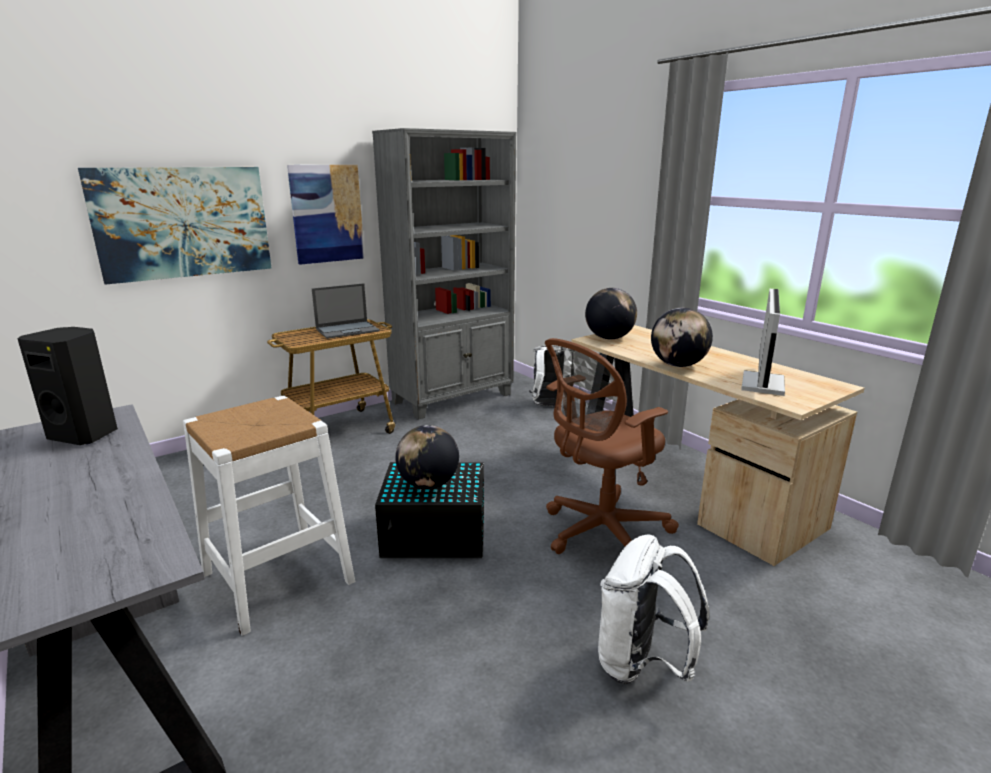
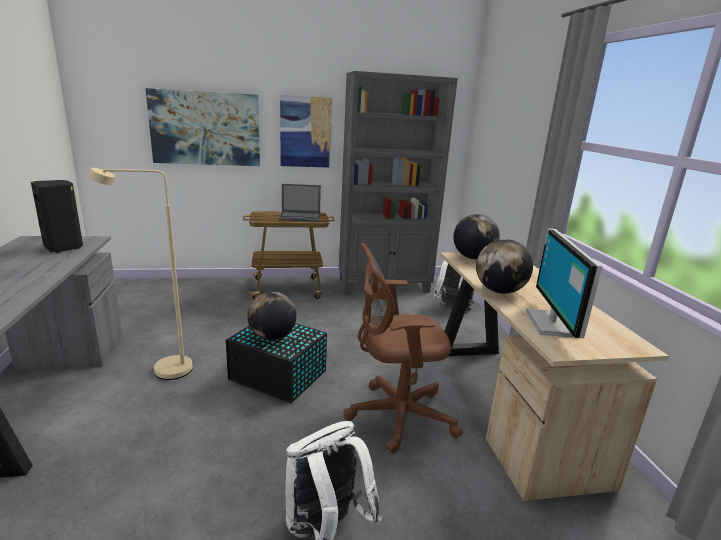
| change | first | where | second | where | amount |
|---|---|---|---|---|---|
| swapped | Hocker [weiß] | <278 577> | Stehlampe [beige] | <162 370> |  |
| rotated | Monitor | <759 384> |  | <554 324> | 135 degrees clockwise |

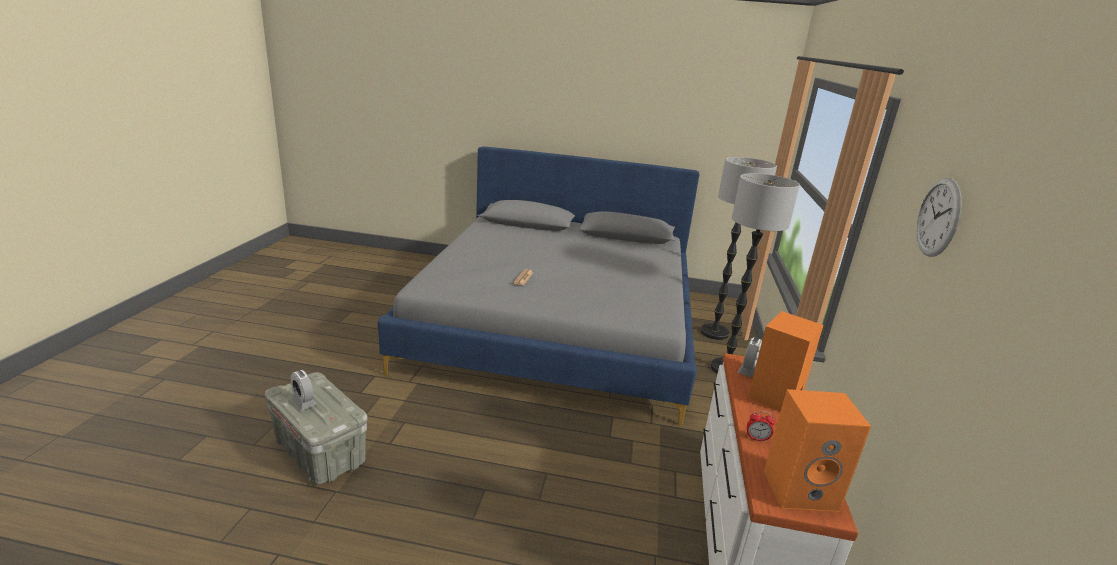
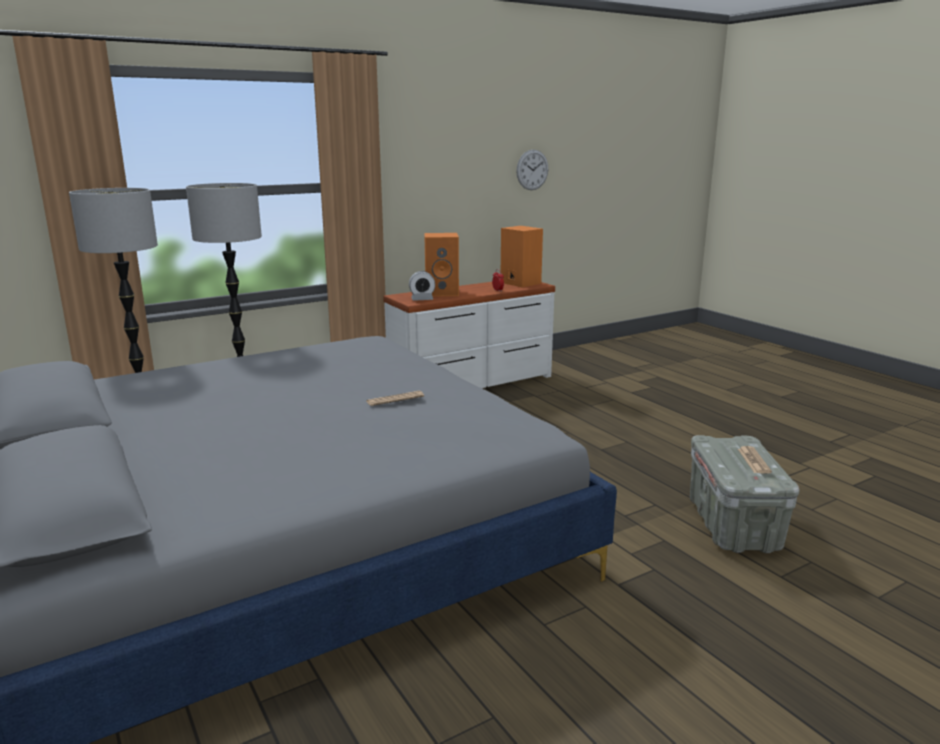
| change | first | where | second | where | amount |
|---|---|---|---|---|---|
| shifted | Wanduhr | <938 217> |  | <532 170> |  |
| swapped | Wecker | <304 402> | Zeitung | <753 461> |  |

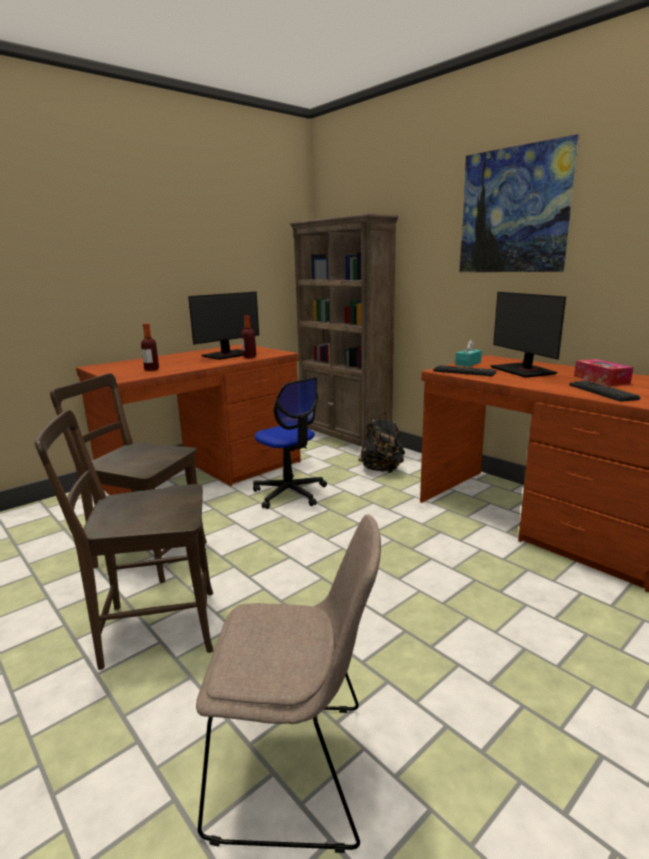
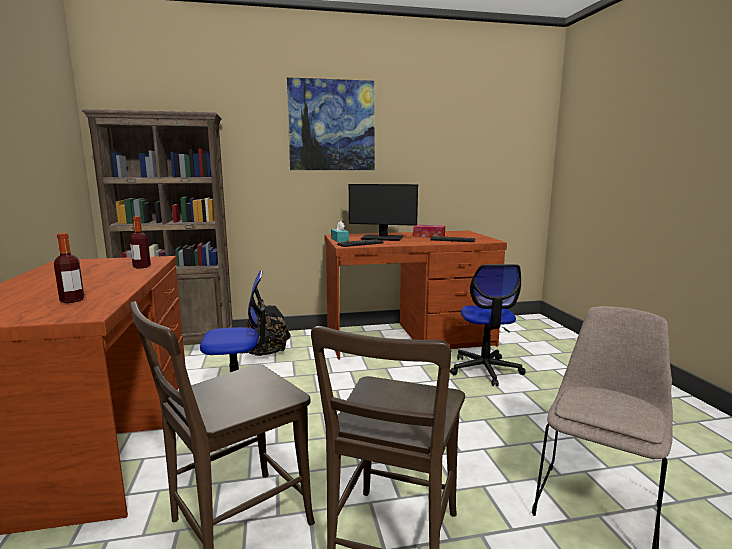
| change | first | where | second | where | amount |
|---|---|---|---|---|---|
| gone | Monitor | <228 355> |  |  |  |
| new |  |  | Bürostuhl | <485 370> |  |

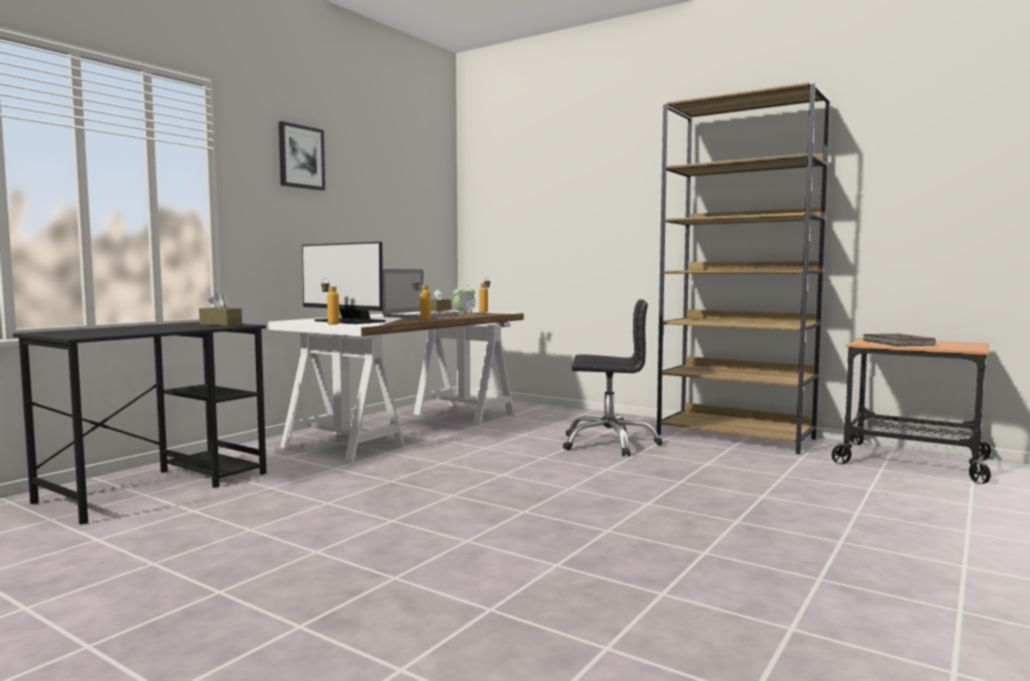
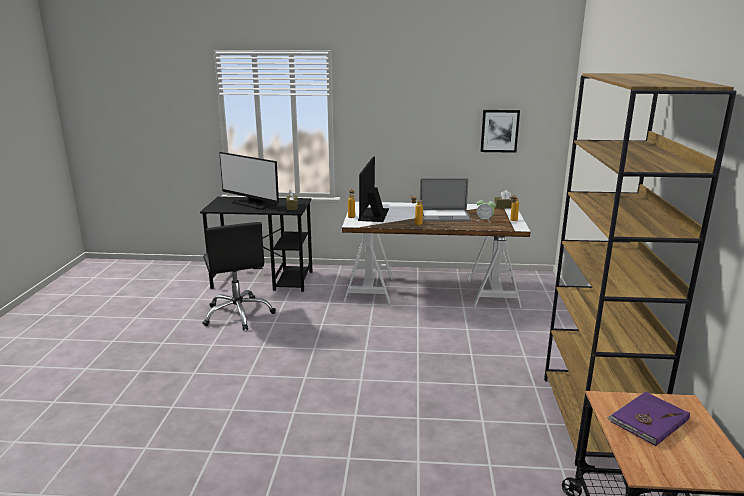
| change | first | where | second | where | amount |
|---|---|---|---|---|---|
| new |  |  | Monitor | <254 203> |  |
| shifted | Bild | <301 157> |  | <499 131> |  |
| shifted | Bürostuhl [schwarz] | <609 443> |  | <238 314> |  |
| repainted | Buch [braun] | <897 343> | Buch [lila] | <647 420> |  |

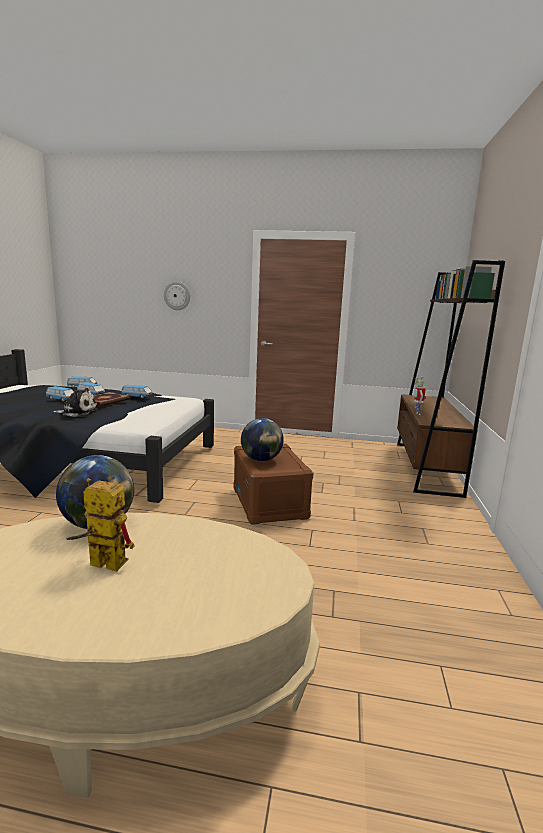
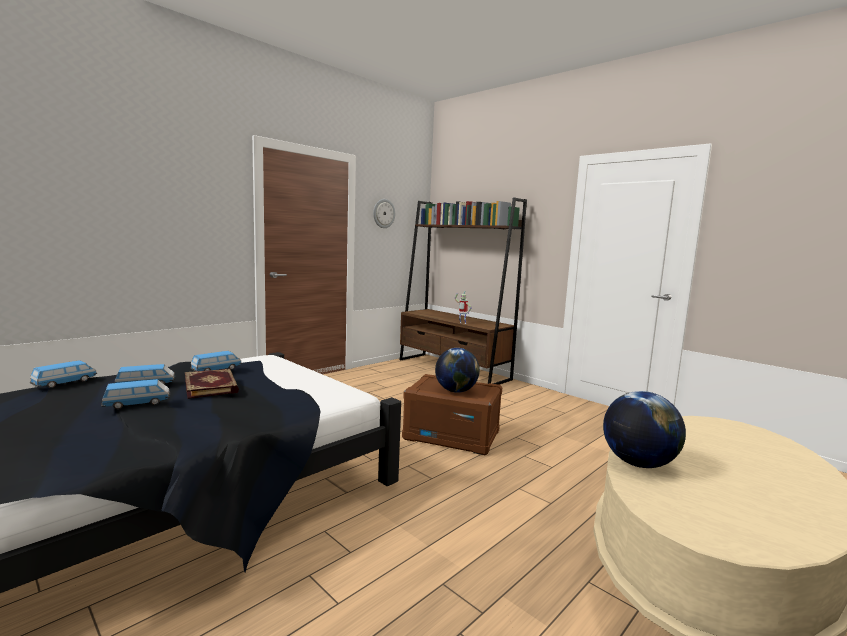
| change | first | where | second | where | amount |
|---|---|---|---|---|---|
| gone | Plüschtier | <77 412> |  |  |  |
| gone | Spielzeugroboter | <100 563> |  |  |  |
| shifted | Wanduhr | <177 296> |  | <383 213> |  |

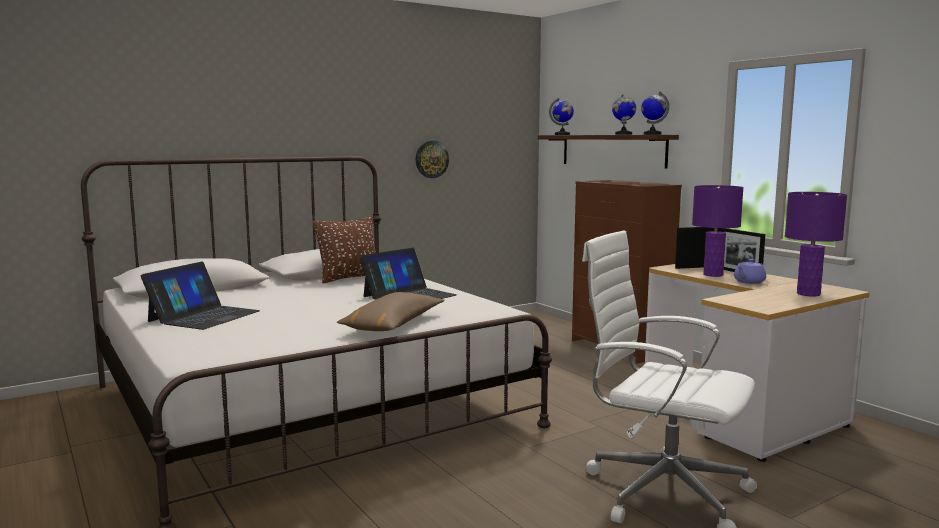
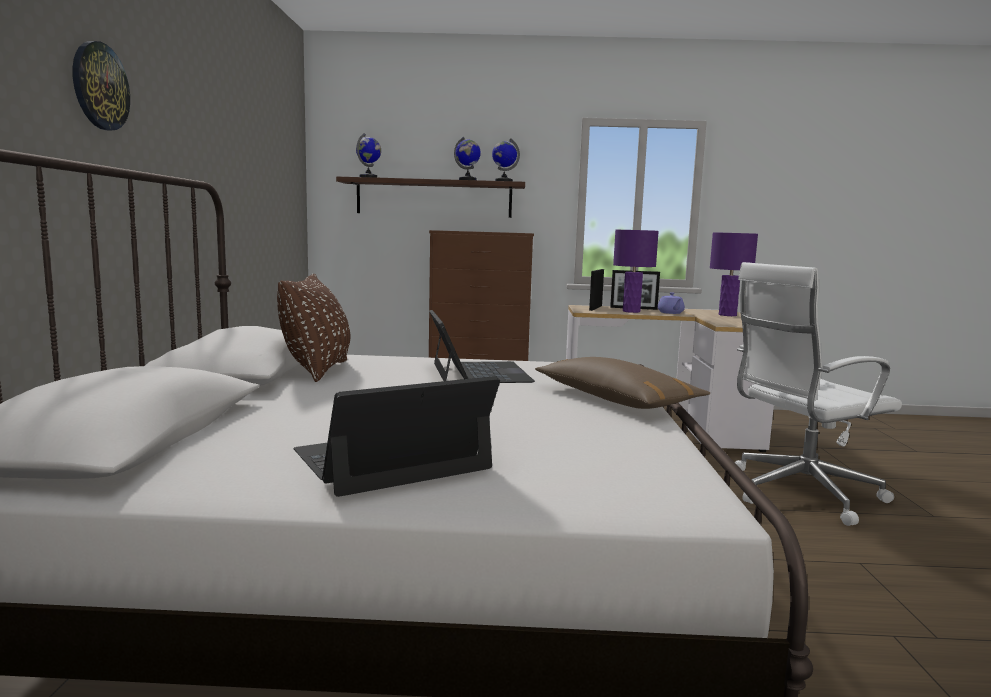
| change | first | where | second | where | amount |
|---|---|---|---|---|---|
| shifted | Wanduhr | <431 159> |  | <100 86> |  |
| rotated | Laptop | <204 316> |  | <391 460> | 90 degrees counterclockwise |

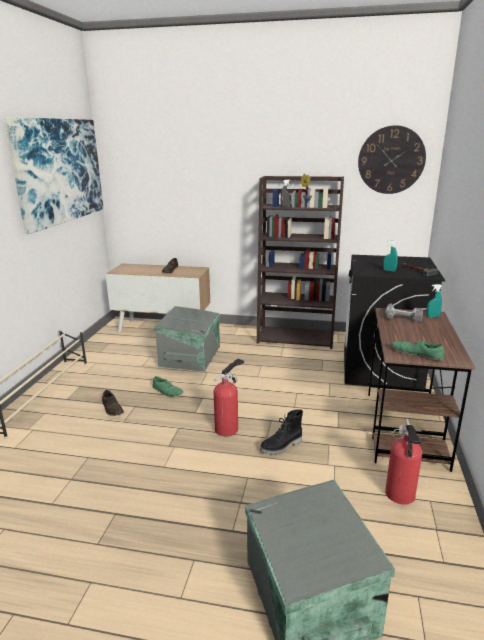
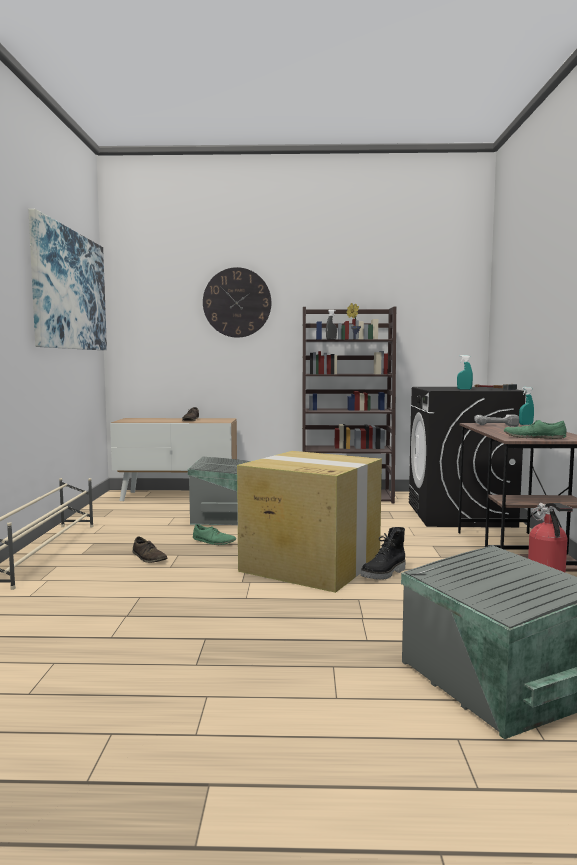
| change | first | where | second | where | amount |
|---|---|---|---|---|---|
| shifted | Wanduhr | <391 160> |  | <237 302> |  |
| swapped | Feuerlöscher | <228 428> | Karton | <309 564> |  |

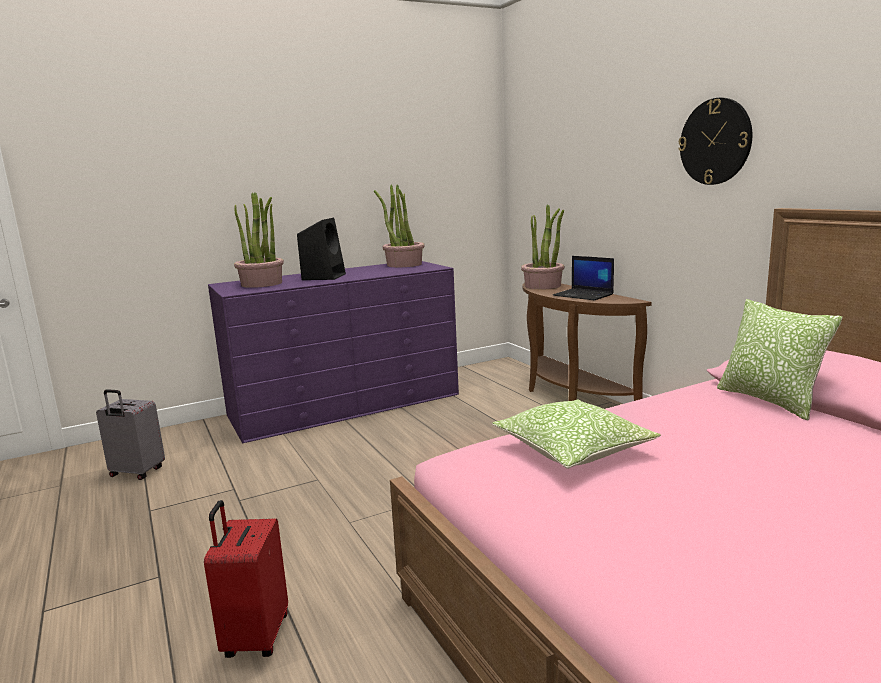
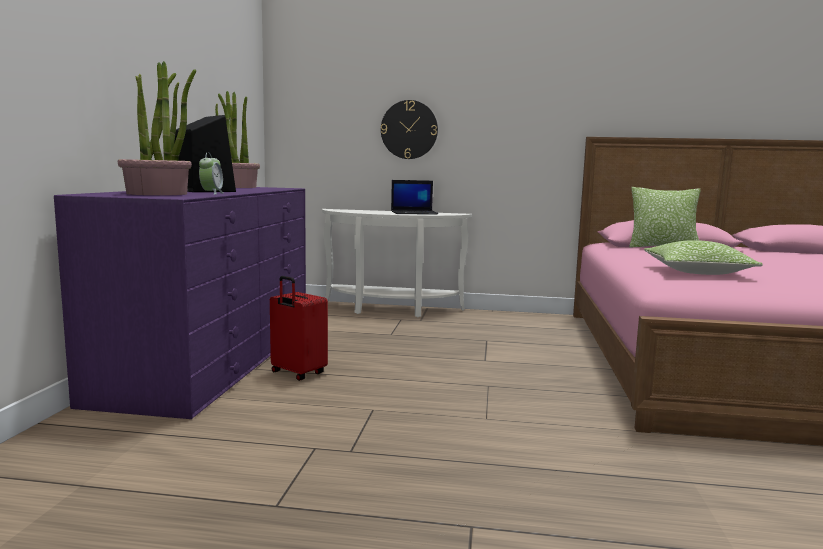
| change | first | where | second | where | amount |
|---|---|---|---|---|---|
| gone | Koffer [grau] | <136 473> |  |  |  |
| gone | Topfpflanze | <543 286> |  |  |  |
| new |  |  | Wecker | <211 193> |  |
| shifted | Koffer [rot] | <255 637> |  | <297 373> |  |
| shifted | Wanduhr | <715 142> |  | <409 129> |  |
| repainted | Konsolentisch [braun] | <568 395> | Konsolentisch [weiß] | <390 310> |  |

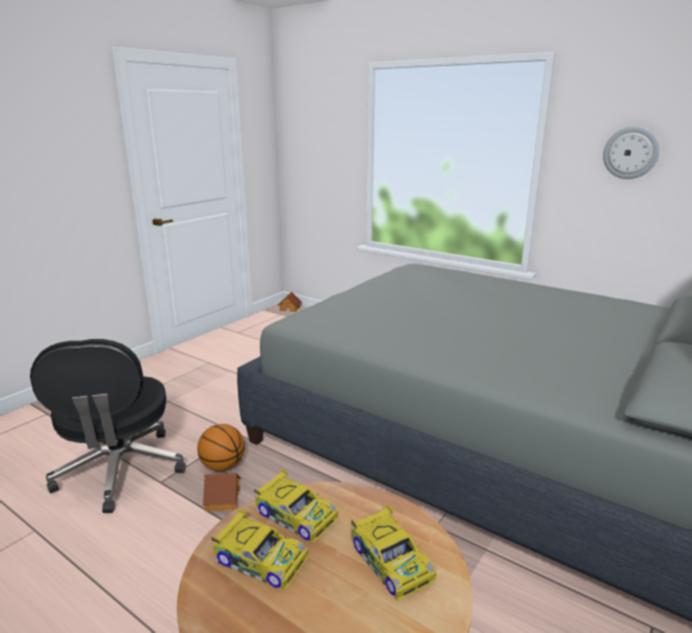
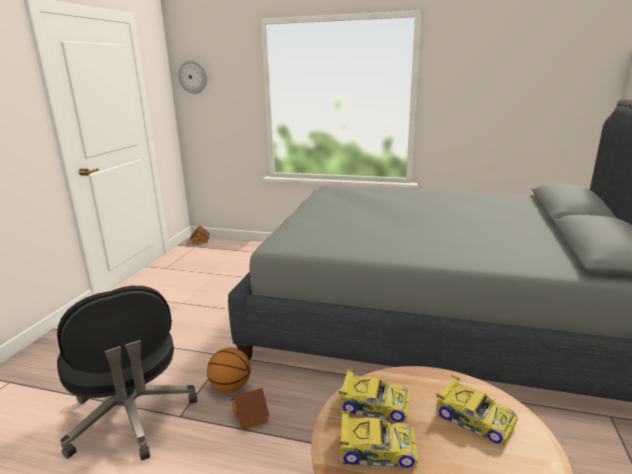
| change | first | where | second | where | amount |
|---|---|---|---|---|---|
| shifted | Wanduhr | <631 153> |  | <193 77> |  |

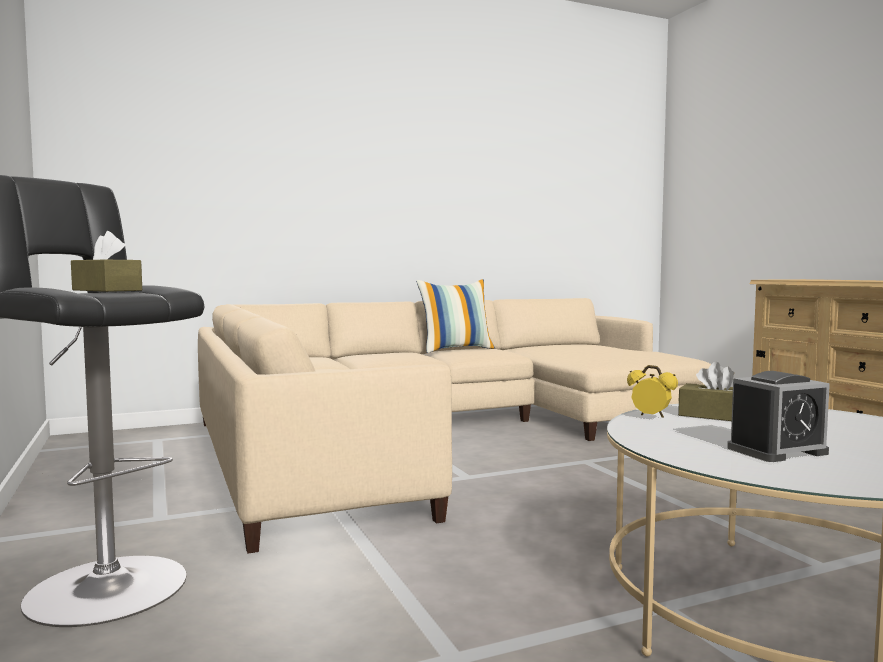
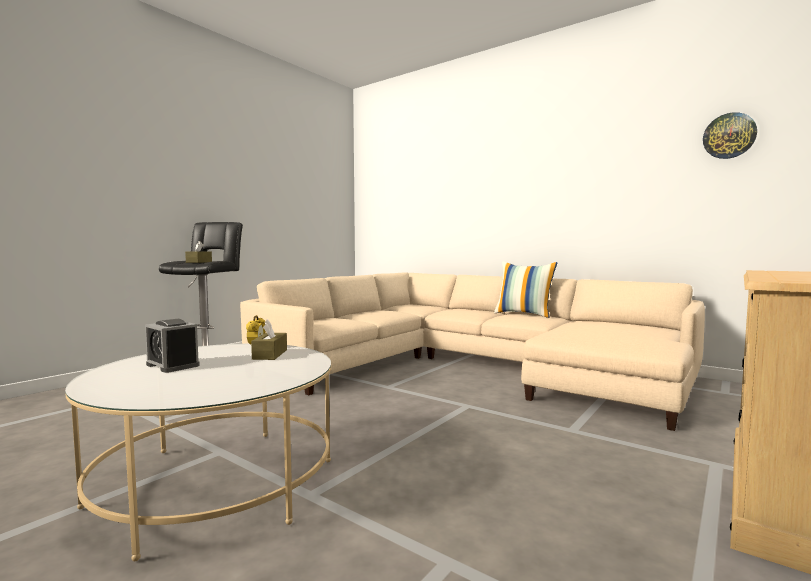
| change | first | where | second | where | amount |
|---|---|---|---|---|---|
| new |  |  | Wanduhr | <729 136> |  |

